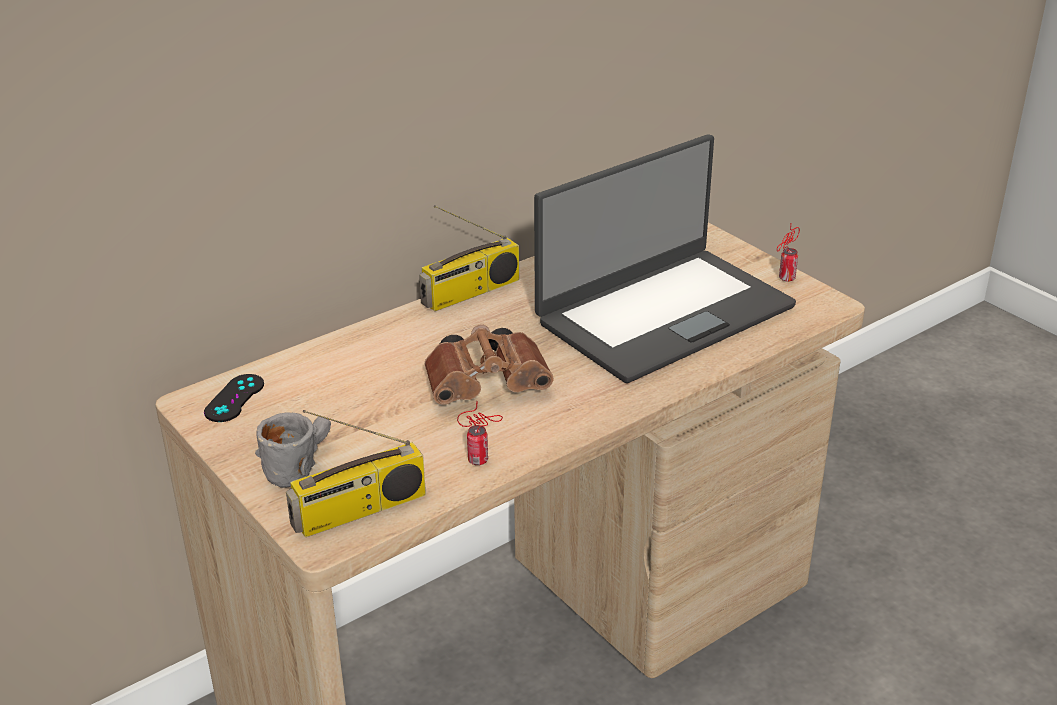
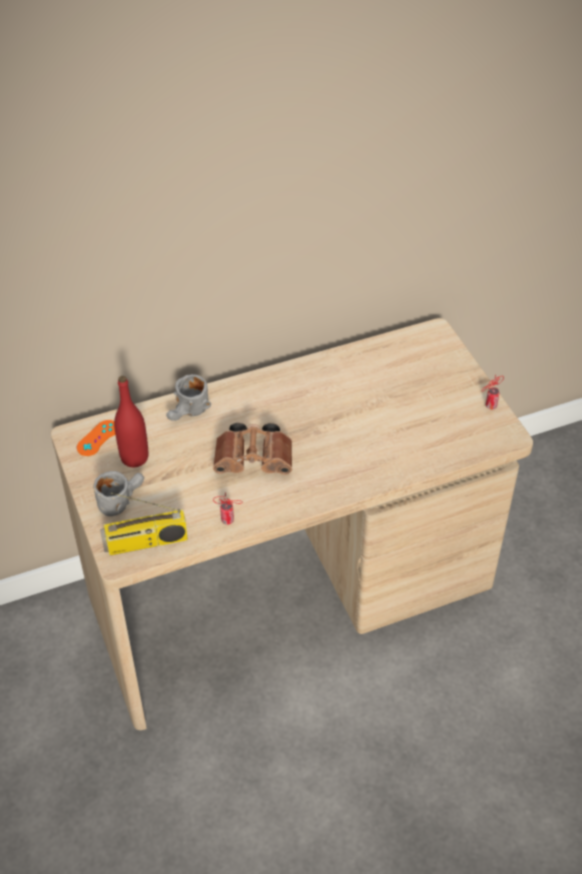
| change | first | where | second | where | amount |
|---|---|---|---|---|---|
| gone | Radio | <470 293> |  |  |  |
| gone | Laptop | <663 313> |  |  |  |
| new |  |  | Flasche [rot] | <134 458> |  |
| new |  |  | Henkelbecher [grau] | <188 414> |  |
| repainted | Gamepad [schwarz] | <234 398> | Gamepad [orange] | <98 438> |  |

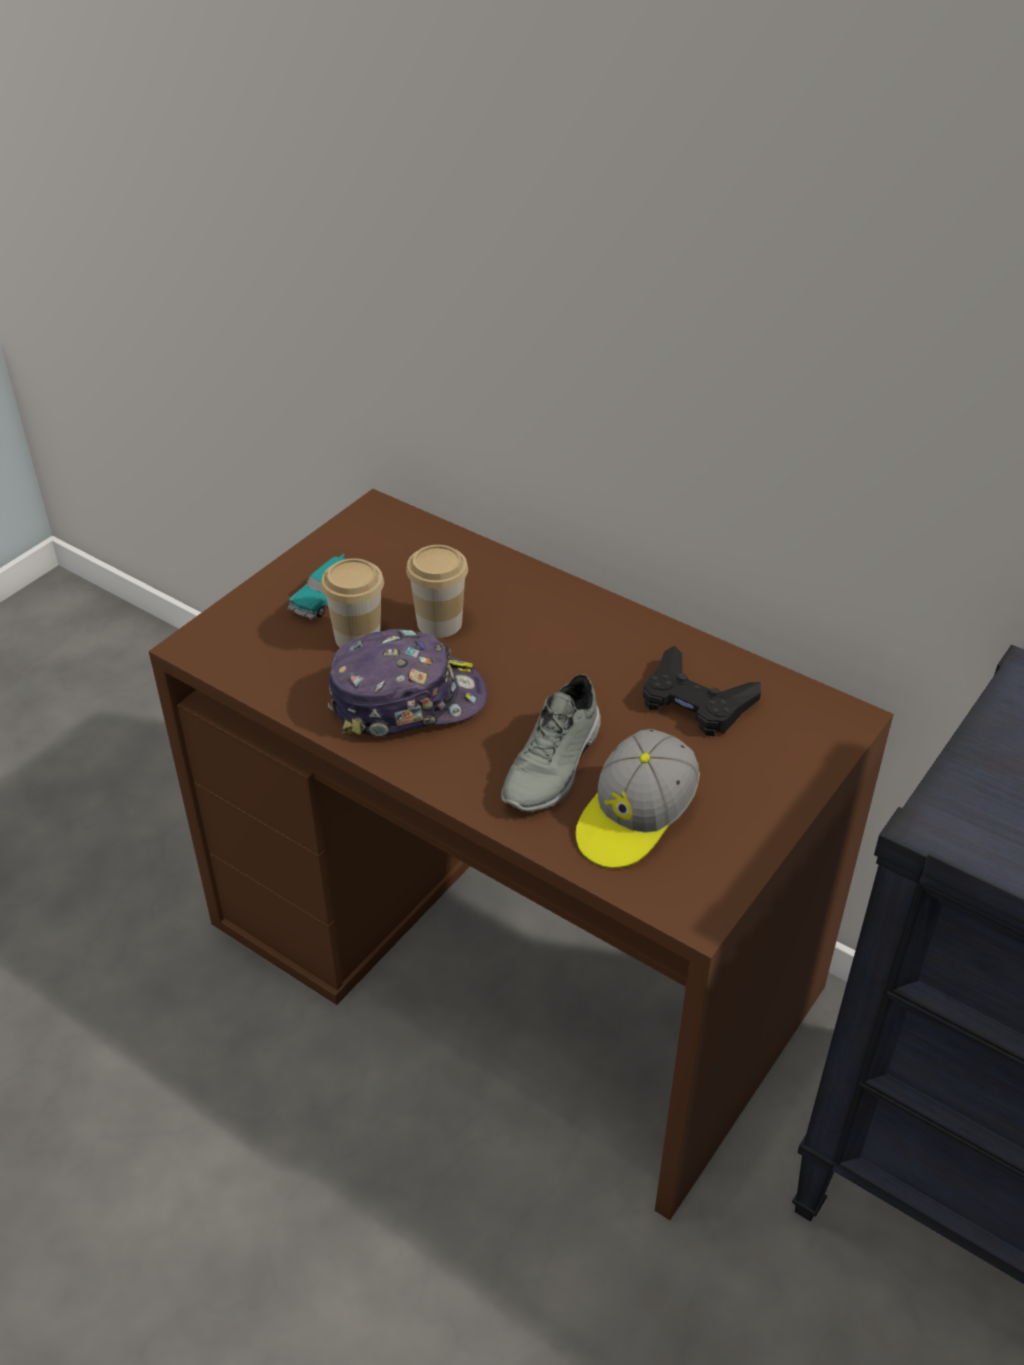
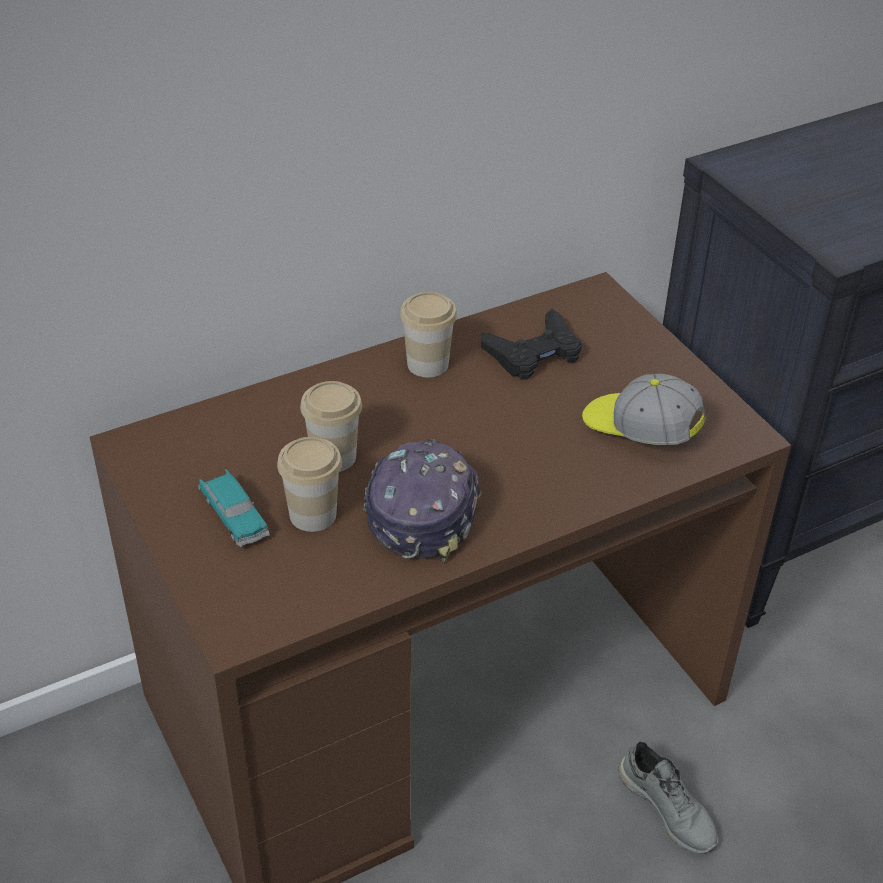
| change | first | where | second | where | amount |
|---|---|---|---|---|---|
| new |  |  | Tasse | <427 364> |  |
| shifted | Schuh [grau] | <554 766> |  | <668 808> |  |
| rotated | Kappe | <634 818> |  | <640 430> | 150 degrees clockwise |

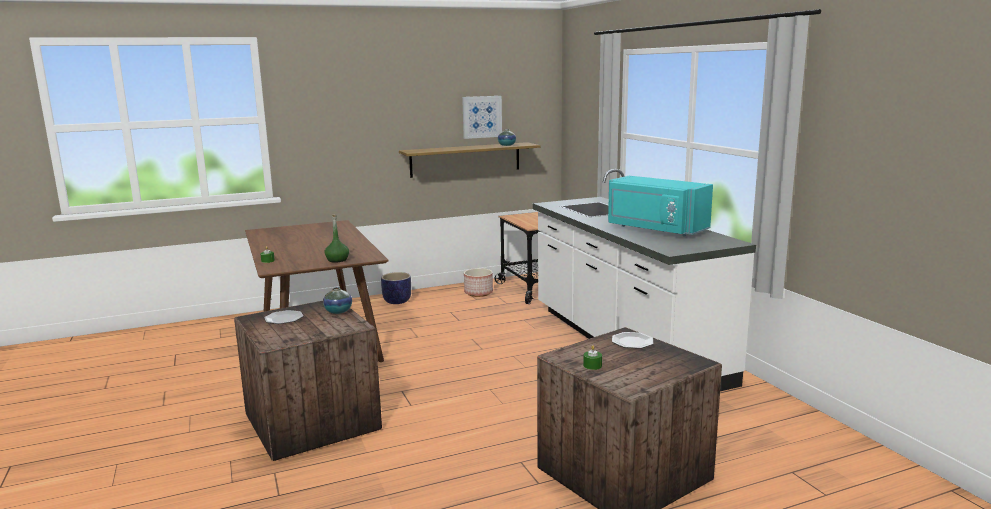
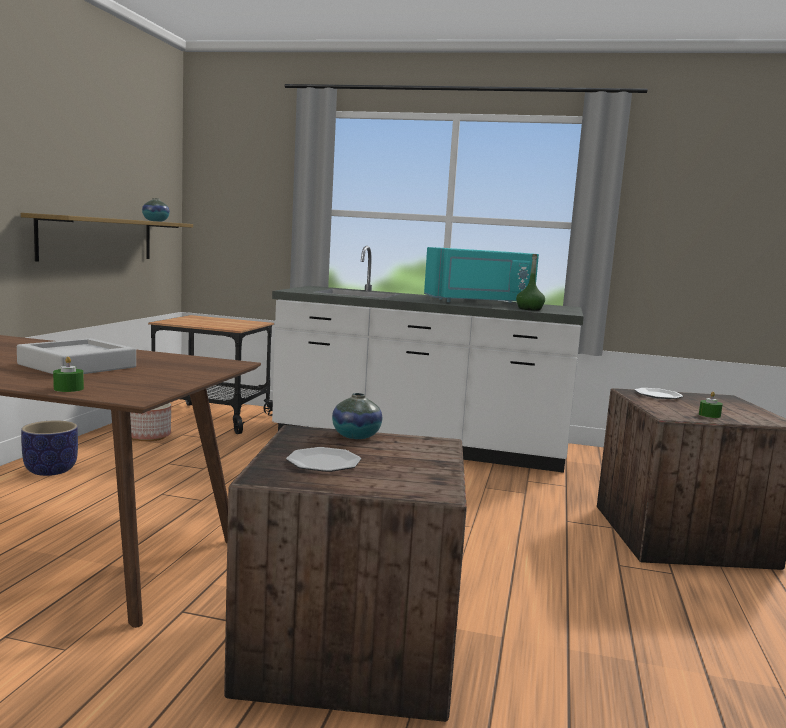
| change | first | where | second | where | amount |
|---|---|---|---|---|---|
| gone | Bild | <482 117> |  |  |  |
| new |  |  | Tablett [grau] | <77 366> |  |
| shifted | Flasche [grün] | <337 260> |  | <529 309> |  |

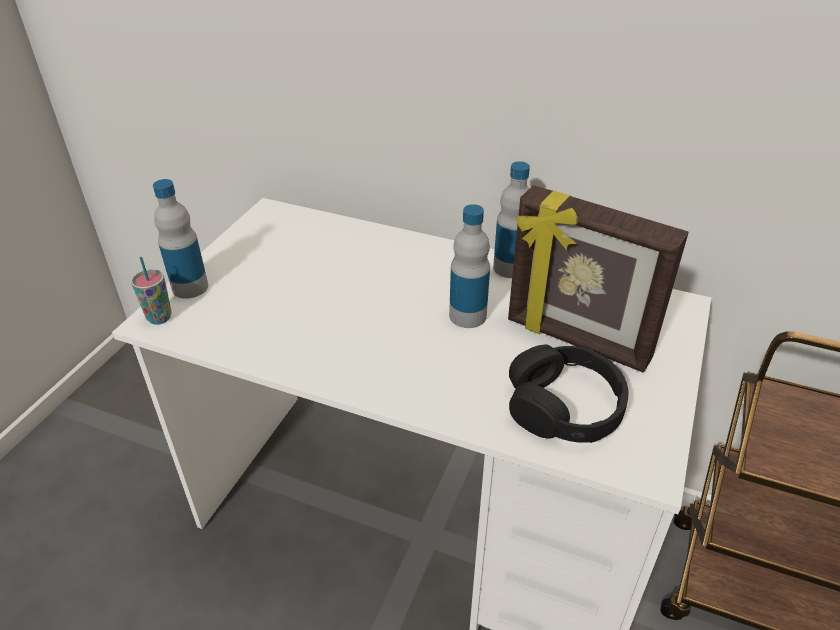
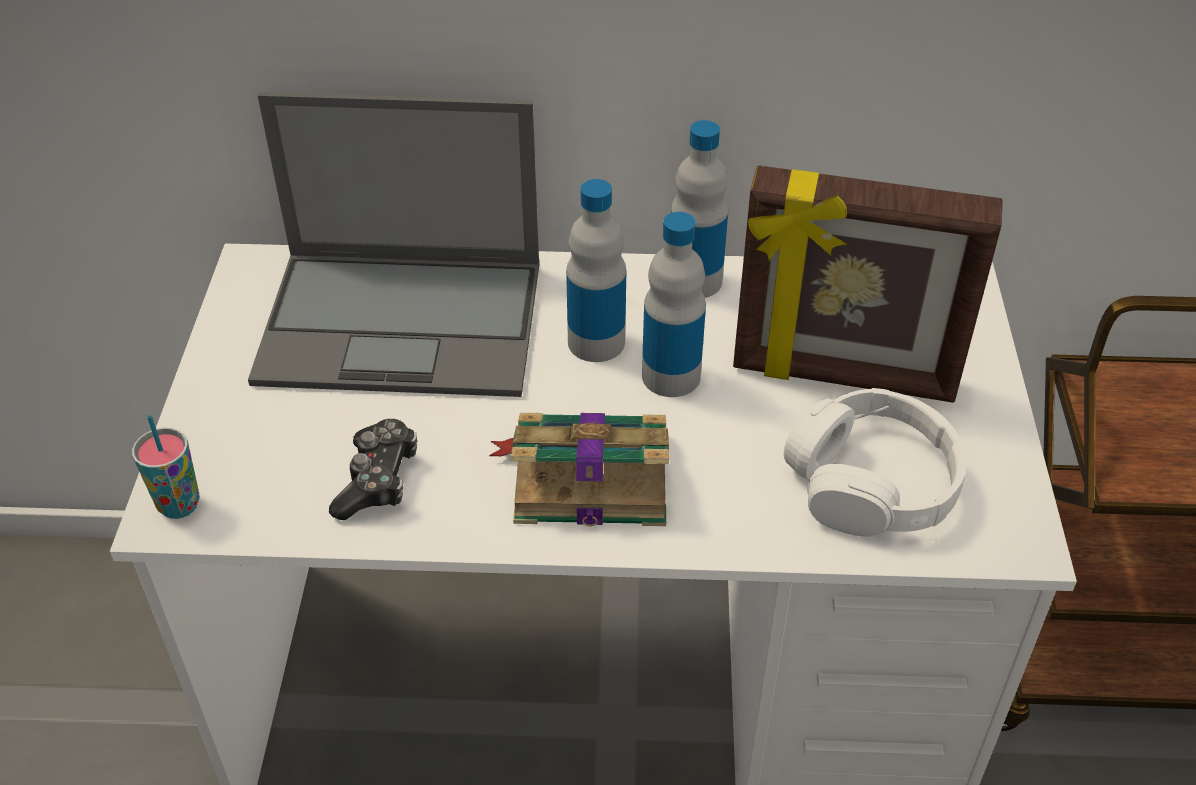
| change | first | where | second | where | amount |
|---|---|---|---|---|---|
| new |  |  | Laptop | <405 322> |  |
| new |  |  | Gamepad | <377 480> |  |
| new |  |  | Buch | <586 477> |  |
| shifted | Flasche | <190 287> |  | <596 342> |  |
| repainted | Kopfhörer [schwarz] | <564 407> | Kopfhörer [weiß] | <872 482> |  |

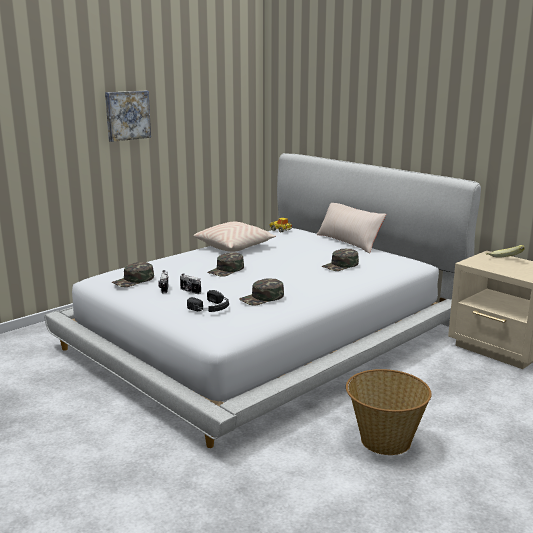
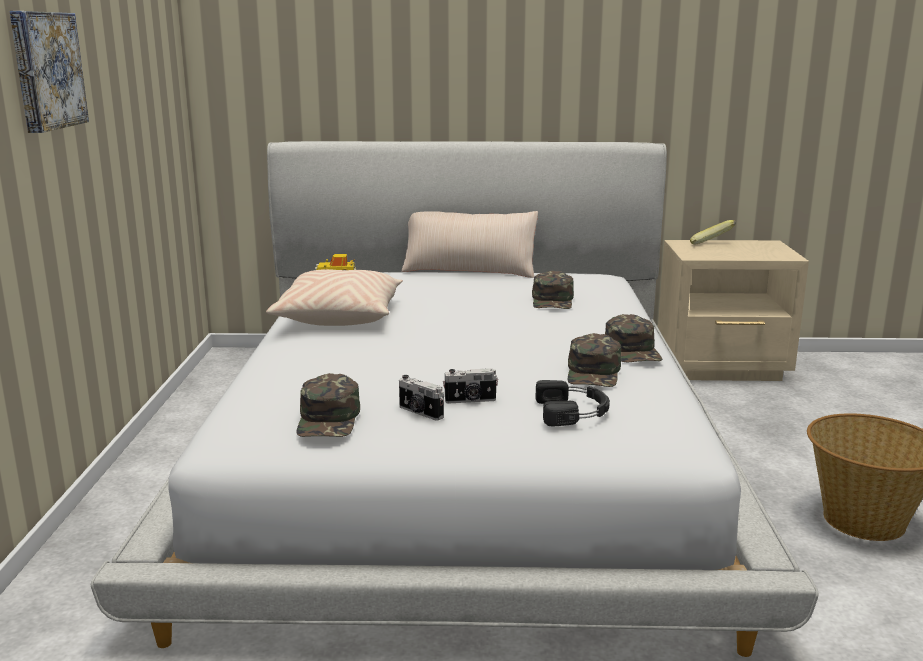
| change | first | where | second | where | amount |
|---|---|---|---|---|---|
| shifted | Kappe [grün] | <226 270> |  | <633 350> |  |

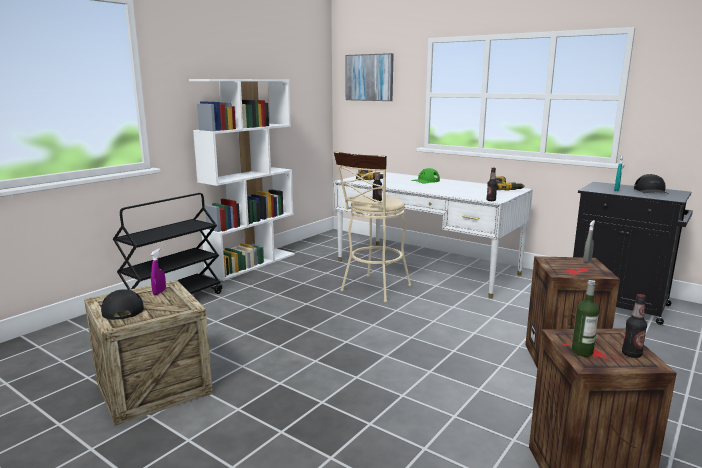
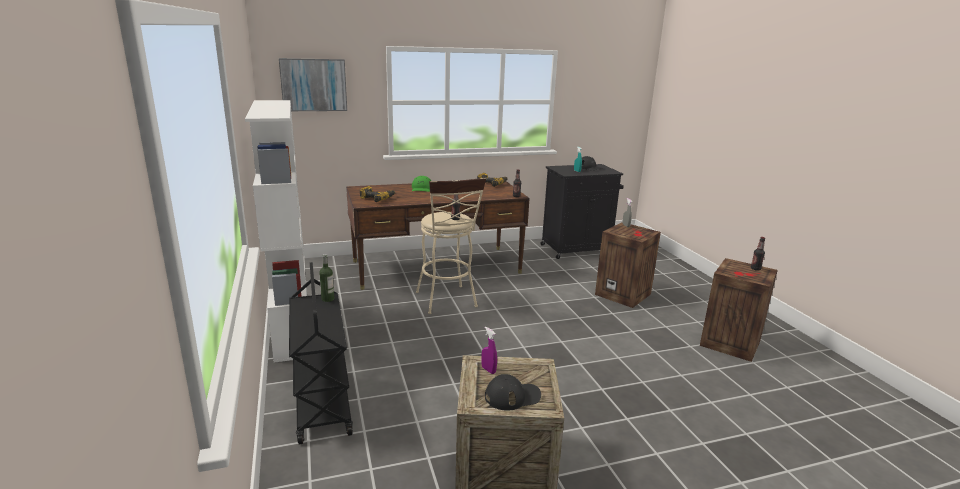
| change | first | where | second | where | amount |
|---|---|---|---|---|---|
| shifted | Flasche | <582 352> |  | <328 299> |  |
| repainted | Schreibtisch [weiß] | <426 267> | Schreibtisch [braun] | <436 267> |  |
| rotated | Kappe [schwarz] | <123 308> |  | <512 396> | 150 degrees clockwise |

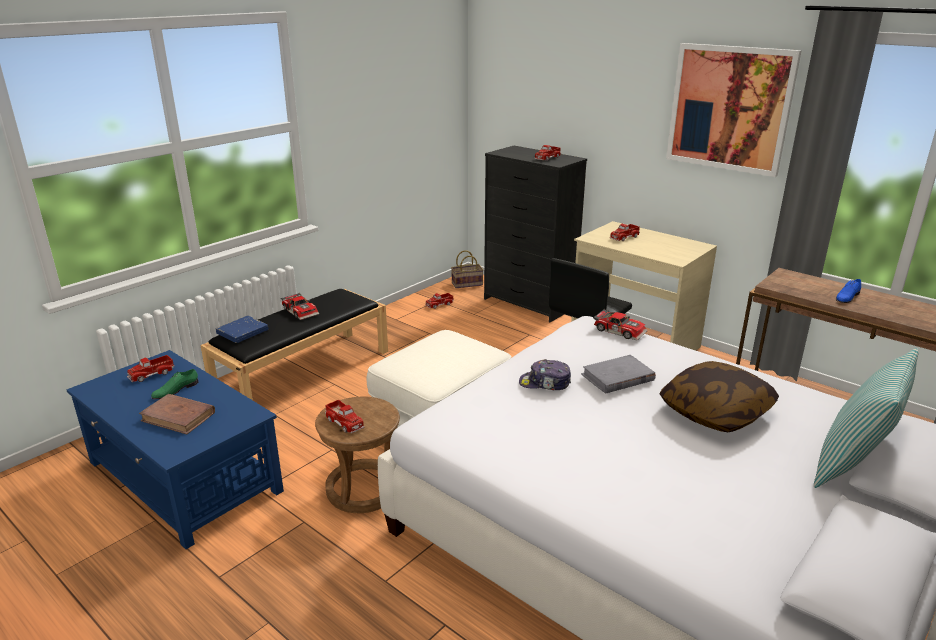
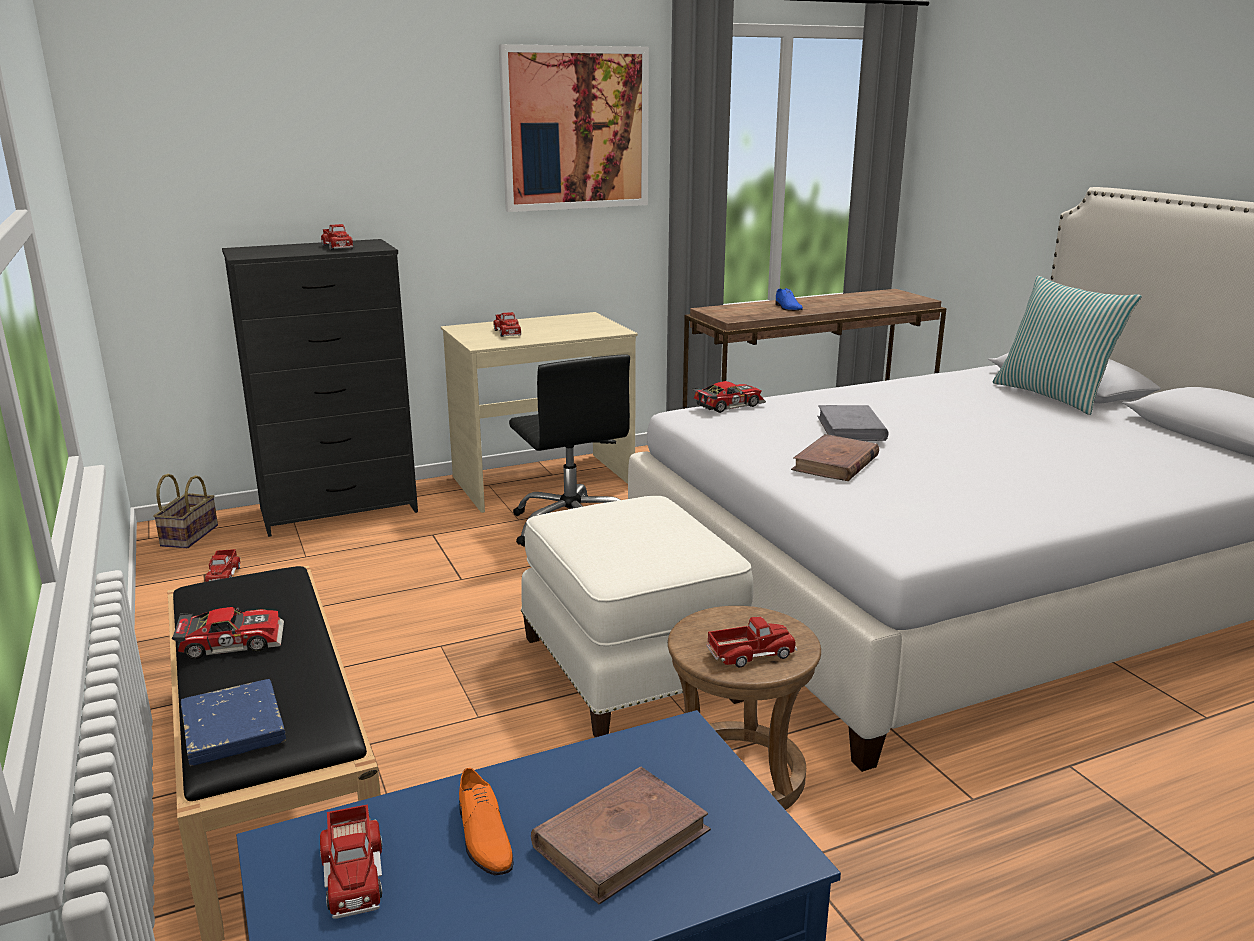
| change | first | where | second | where | amount |
|---|---|---|---|---|---|
| gone | Kissen | <715 412> |  |  |  |
| swapped | Kappe | <545 383> | Buch [braun] | <835 463> |  |
| repainted | Schuh [grün] | <175 390> | Schuh [orange] | <482 836> |  |

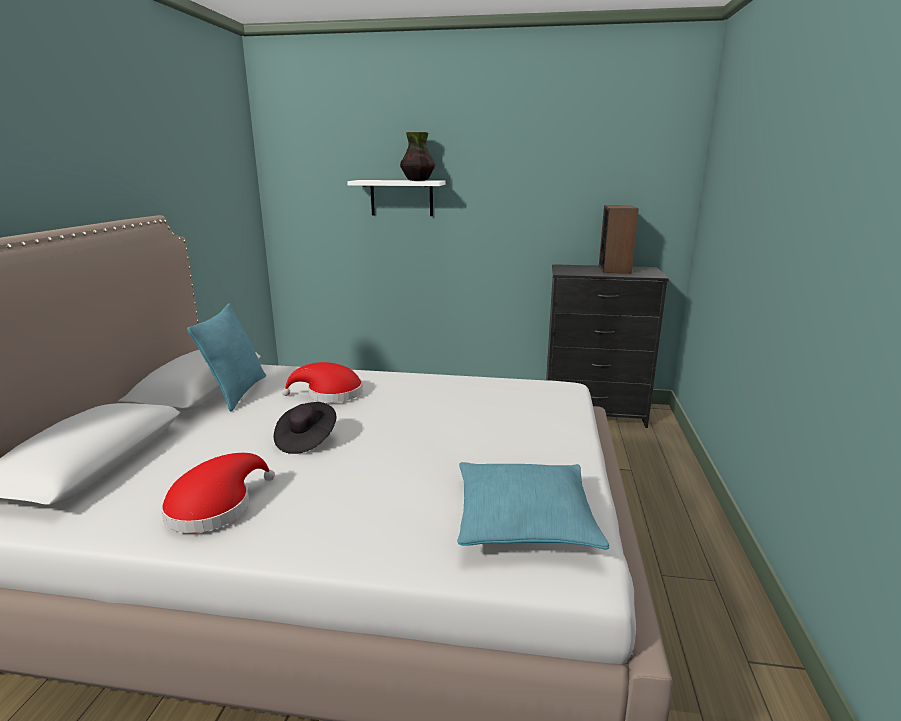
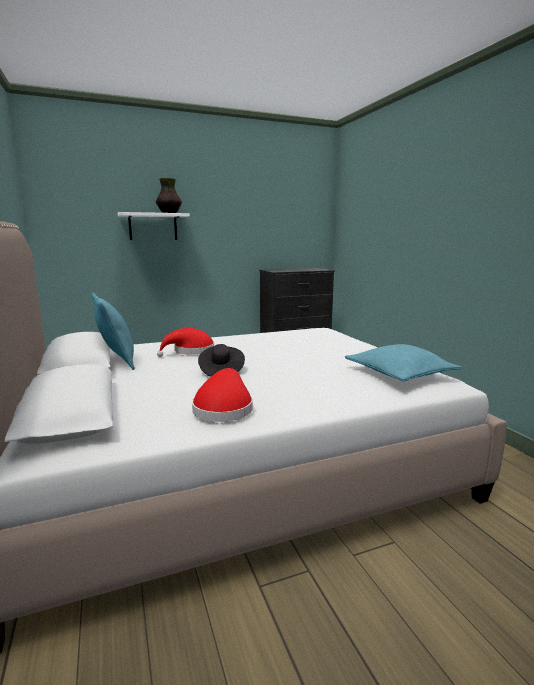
| change | first | where | second | where | amount |
|---|---|---|---|---|---|
| gone | Lautsprecher | <614 269> |  |  |  |

